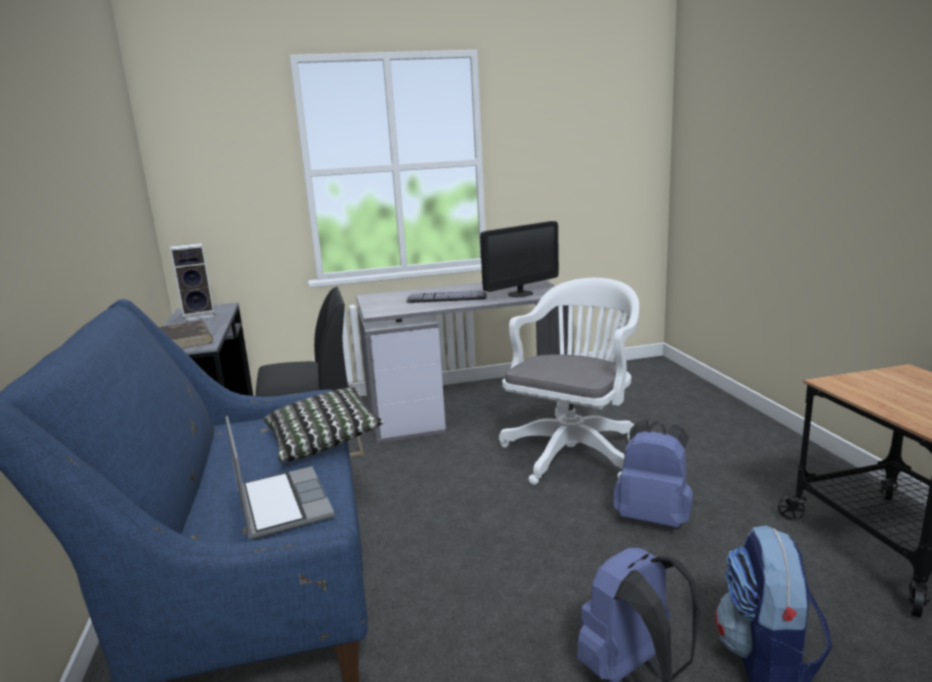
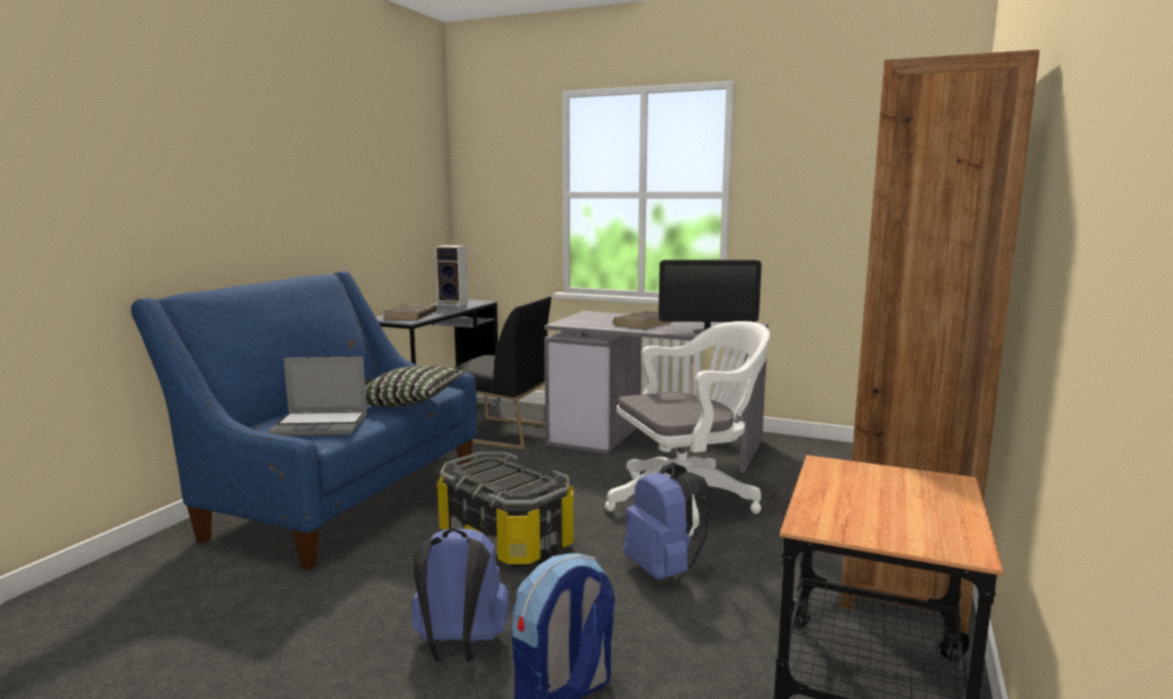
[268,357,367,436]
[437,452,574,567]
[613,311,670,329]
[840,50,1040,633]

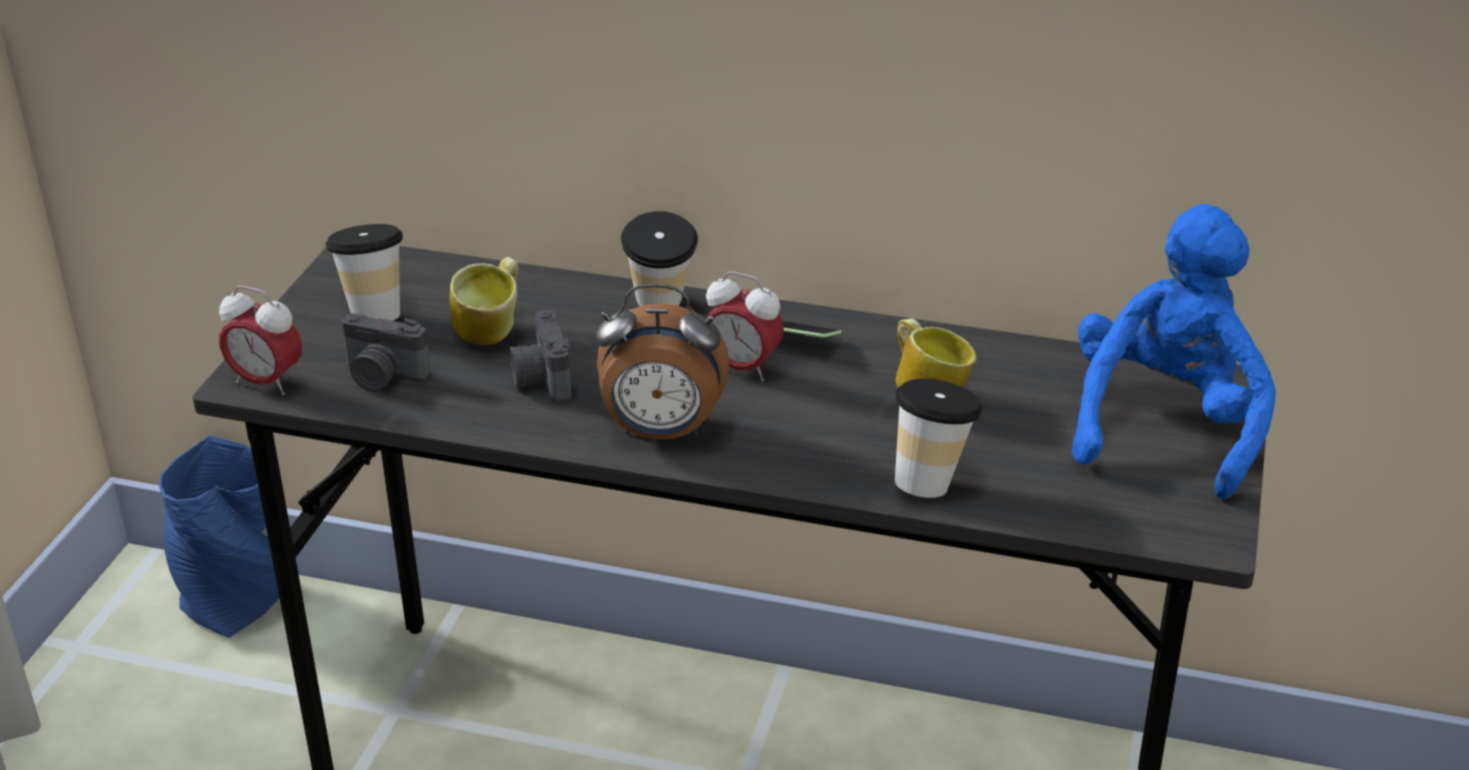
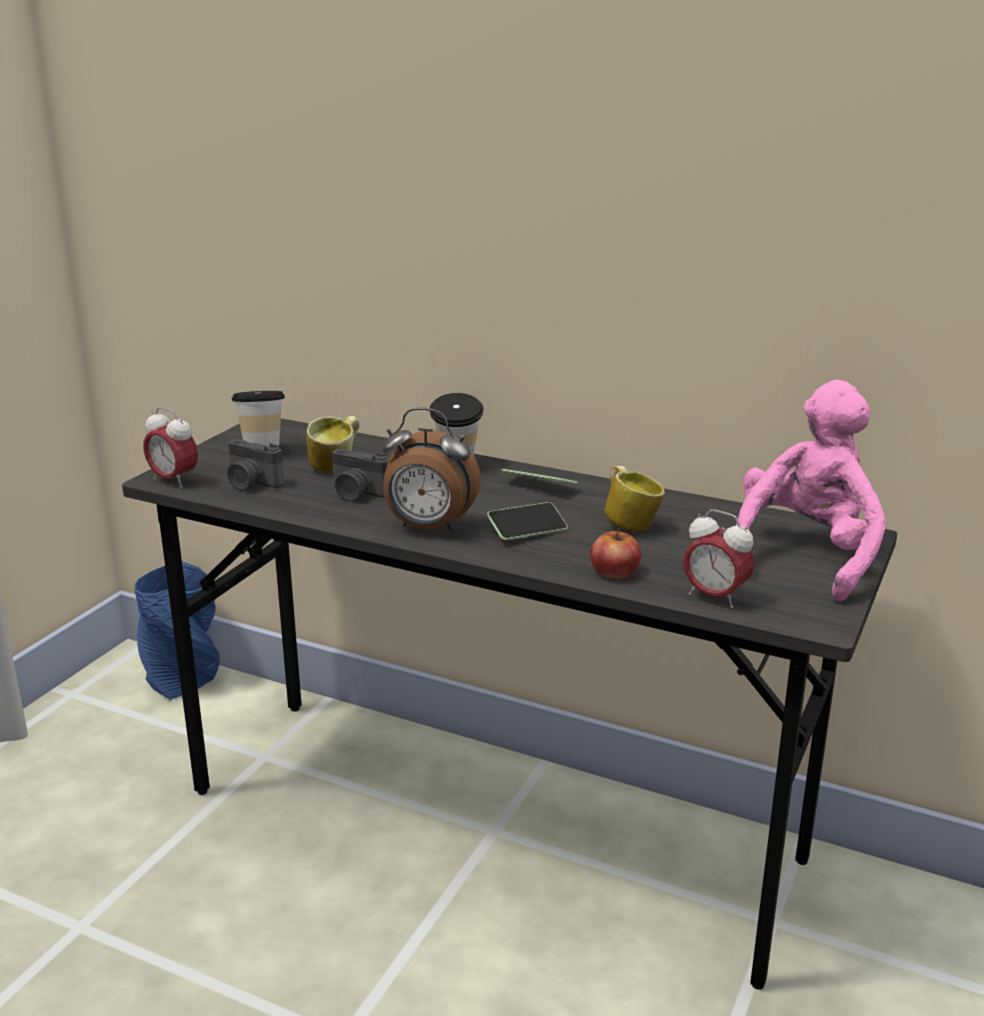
[332,449,389,501]
[487,502,568,540]
[590,530,641,579]
[683,509,754,608]
[736,380,886,602]

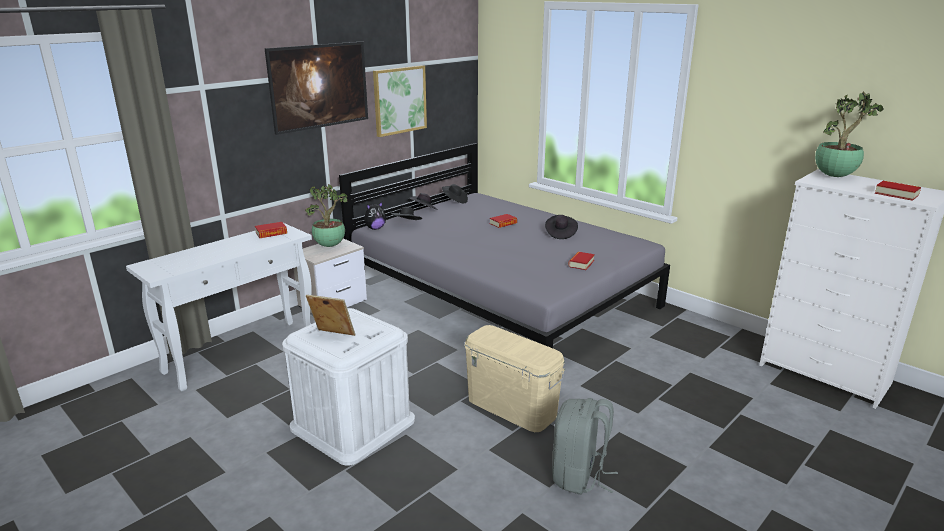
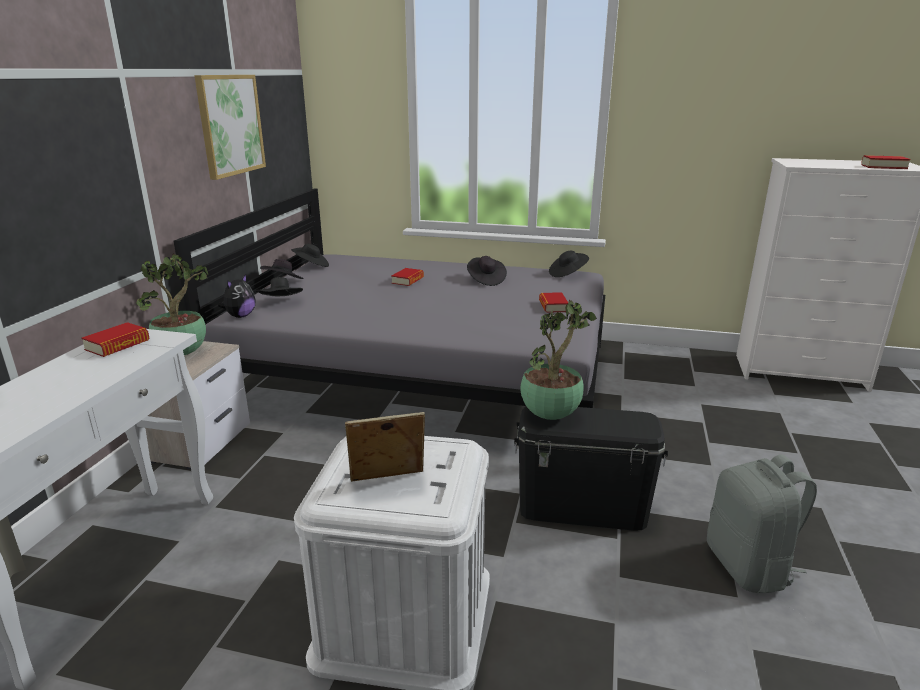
[514,406,668,531]
[520,300,597,420]
[549,251,589,277]
[264,41,368,135] (first image)

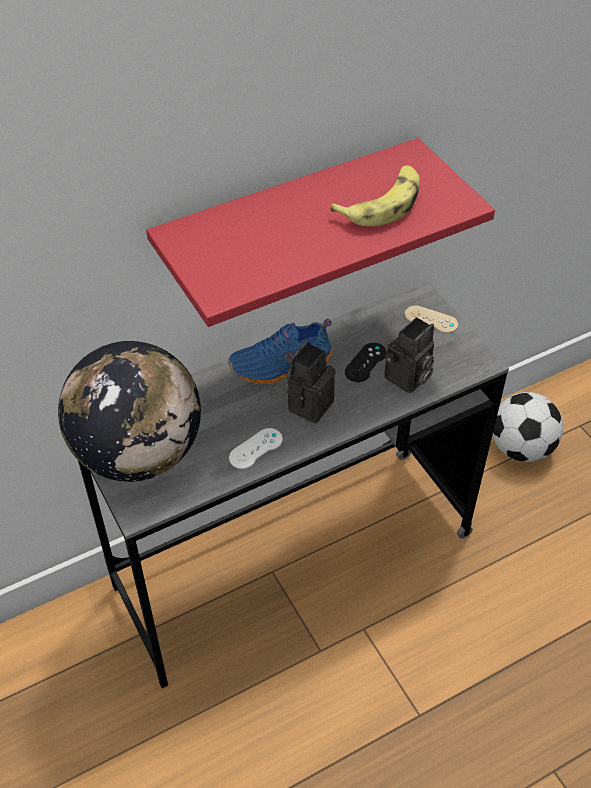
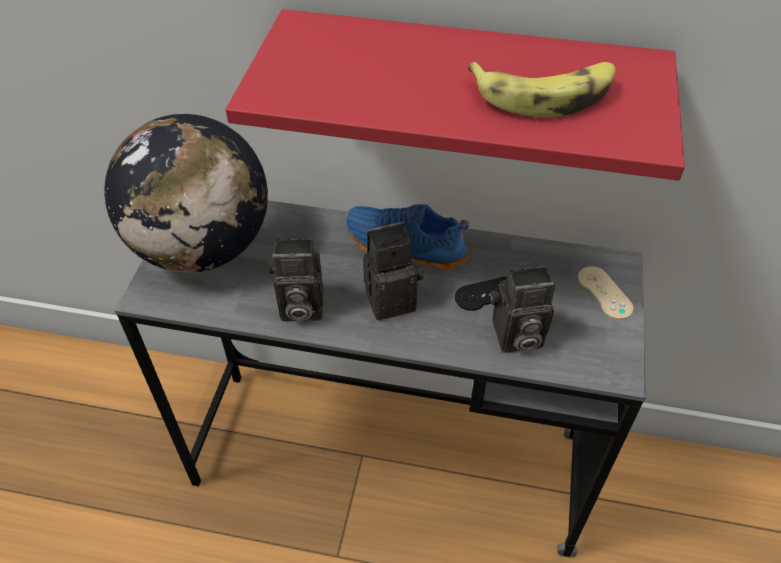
[269,238,323,321]
[492,392,563,462] (first image)

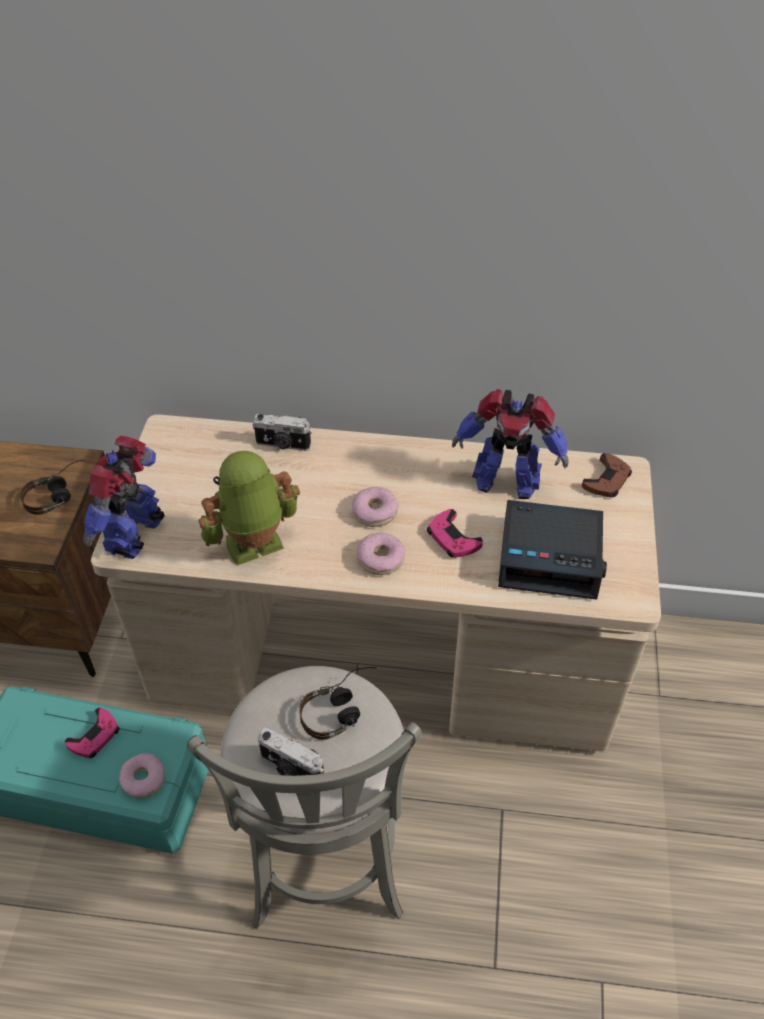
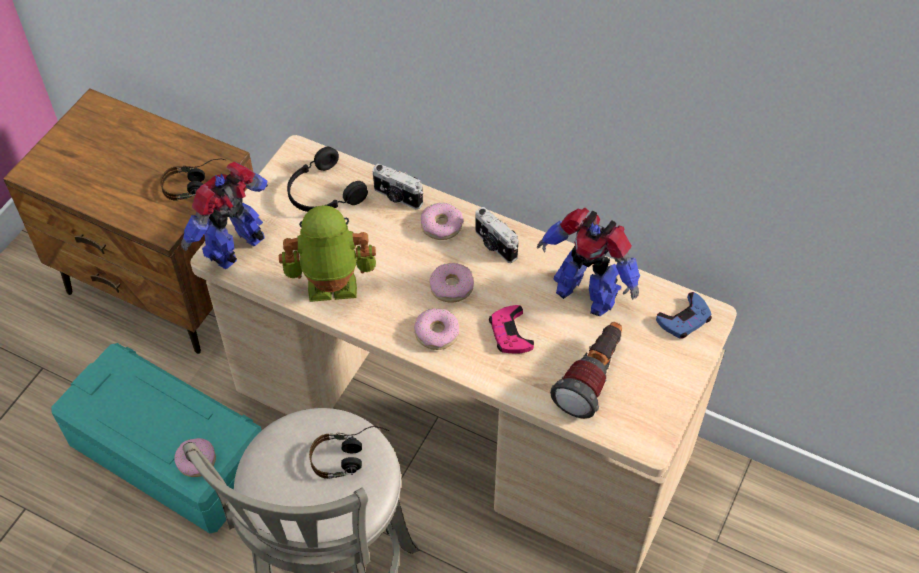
[287,147,368,212]
[421,203,463,240]
[475,207,519,263]
[550,322,622,419]
[656,292,712,339]
[65,707,119,758] (first image)

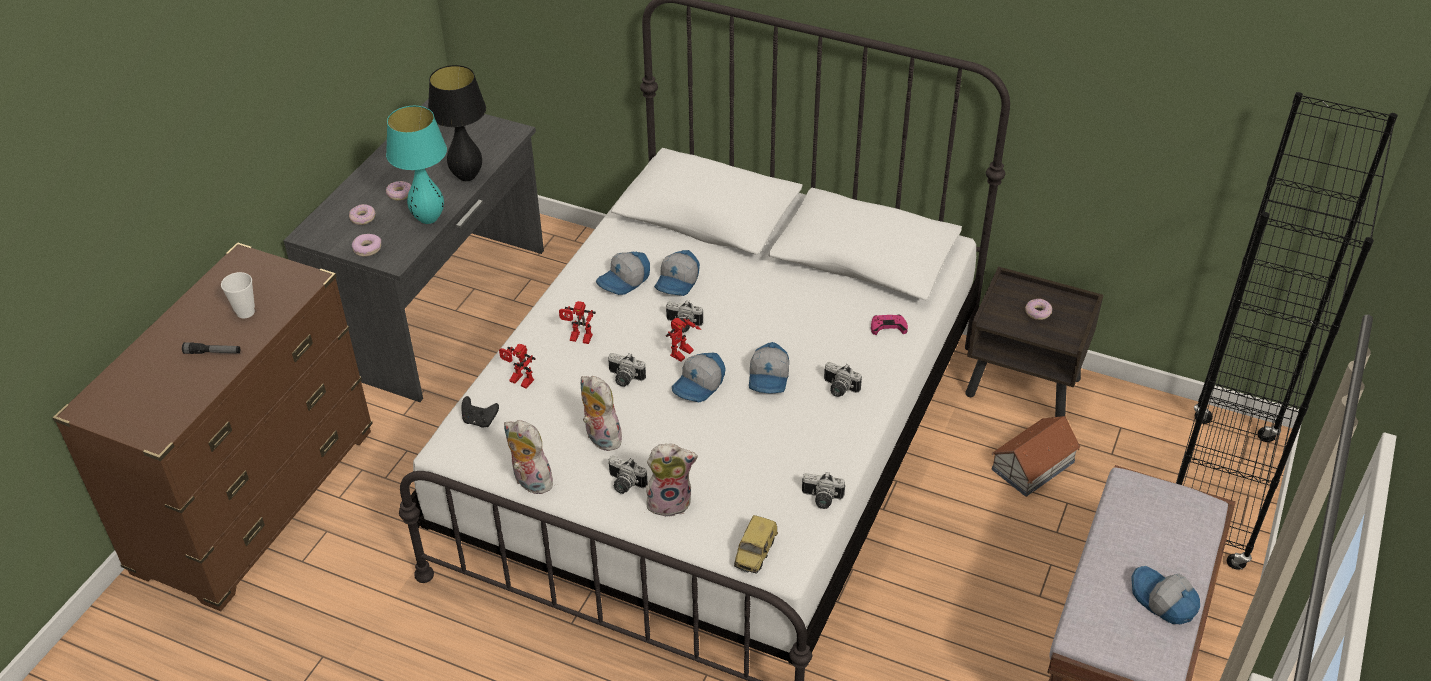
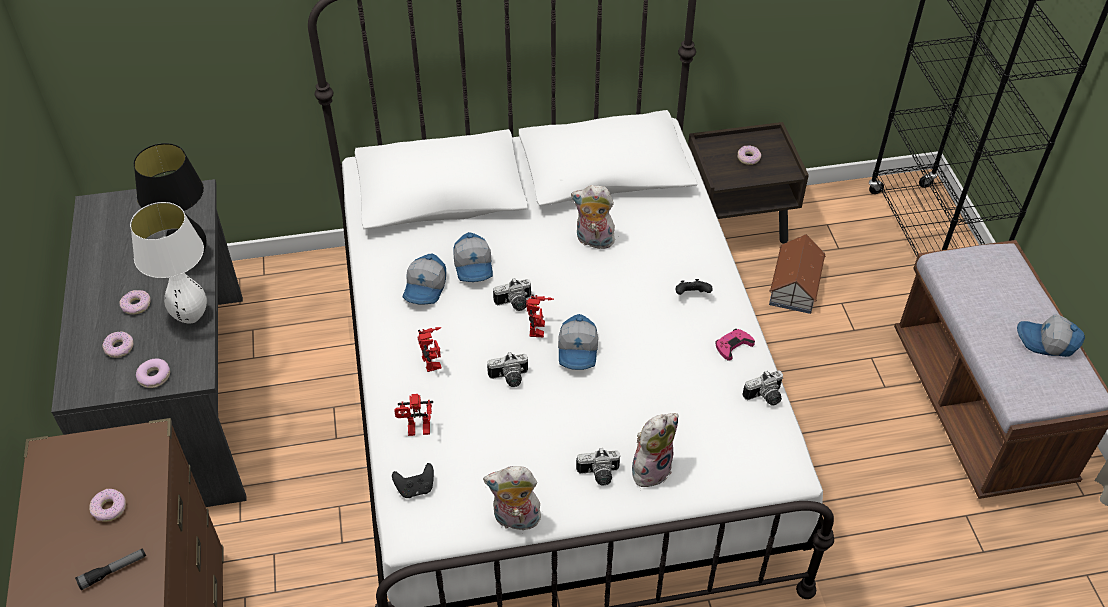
[89,489,126,522]
[130,202,207,324]
[418,327,442,372]
[571,185,615,249]
[676,279,713,295]
[715,329,755,361]
[734,515,778,574] (first image)
[749,342,789,394] (first image)

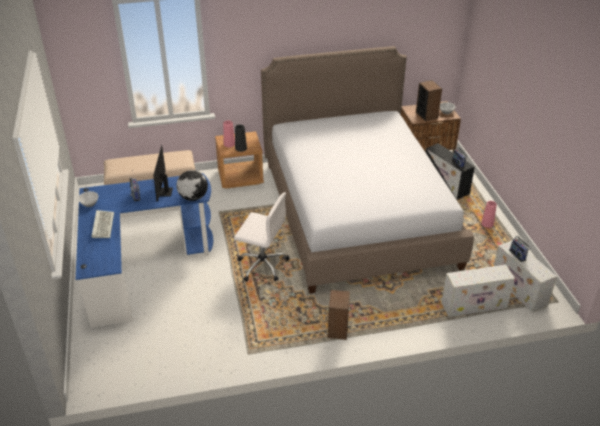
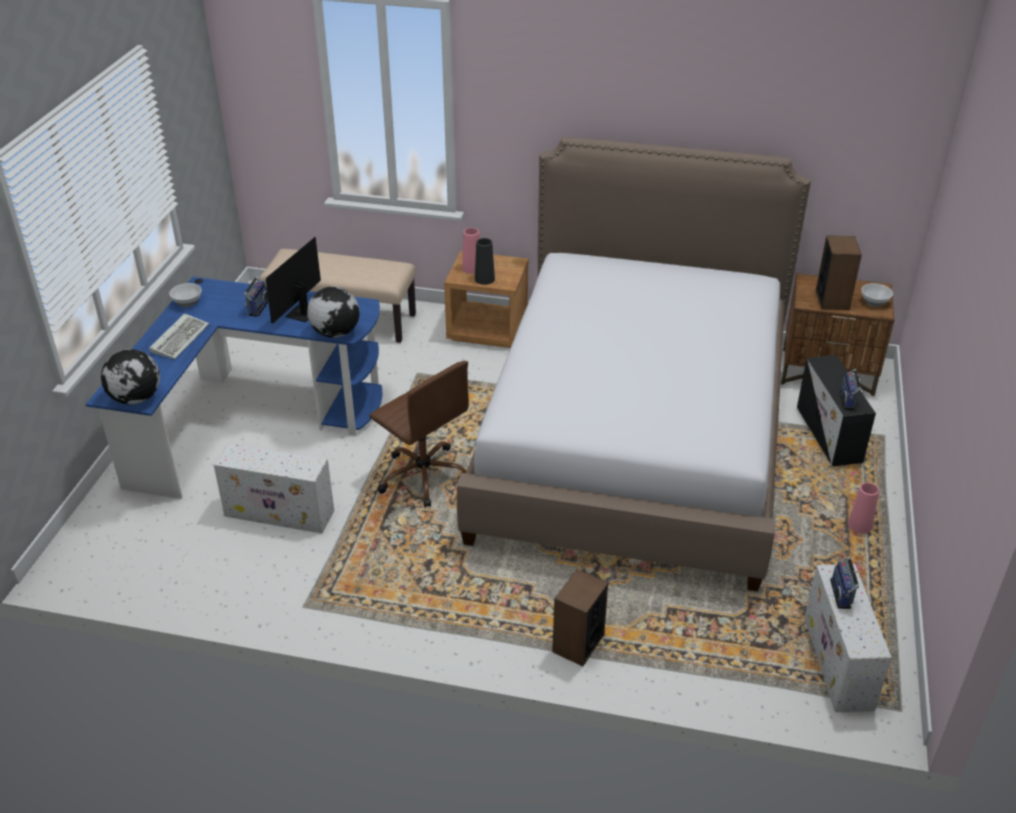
[101,349,160,404]
[214,443,334,533]
[369,361,469,508]
[552,569,608,666]

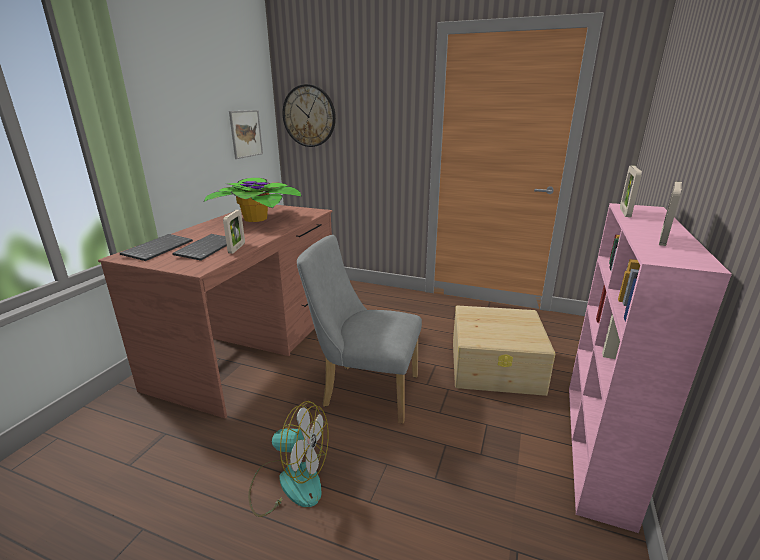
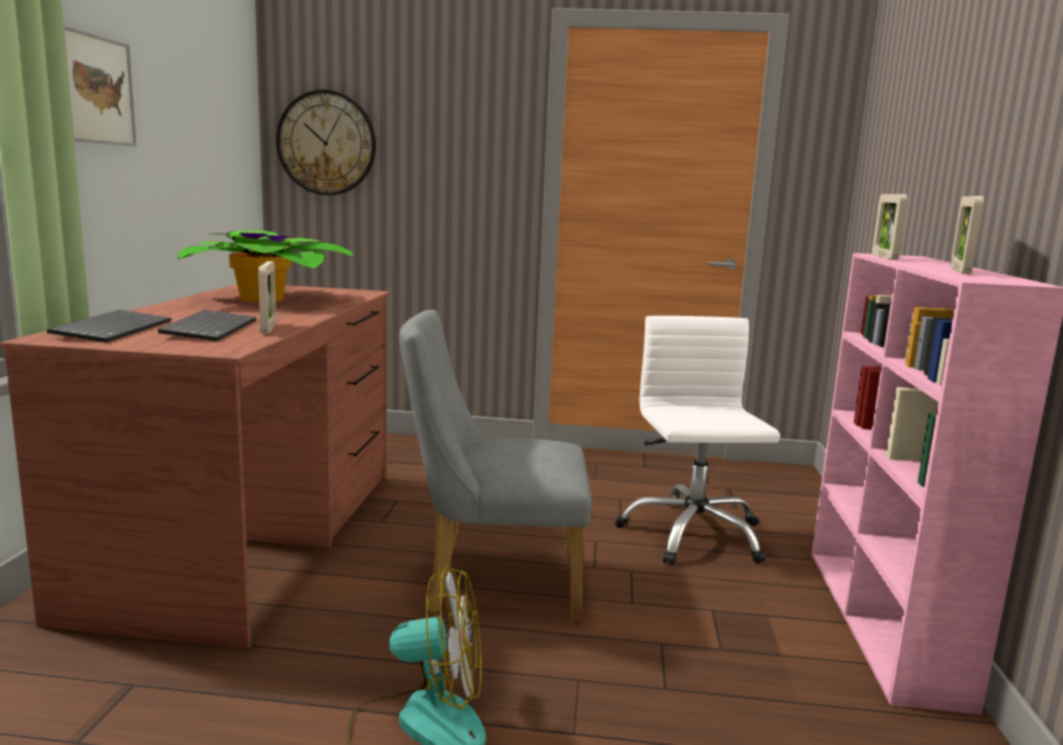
[64,25,137,146]
[615,316,780,565]

